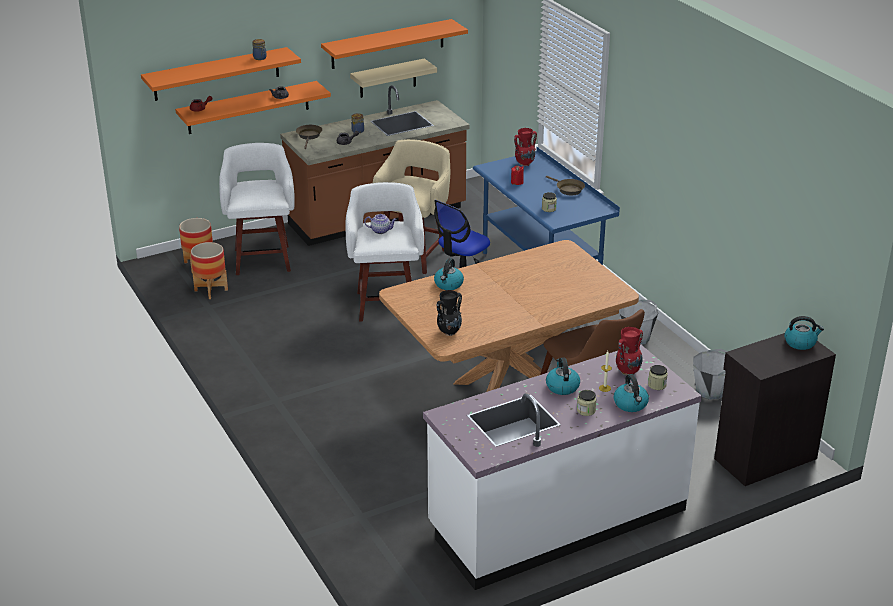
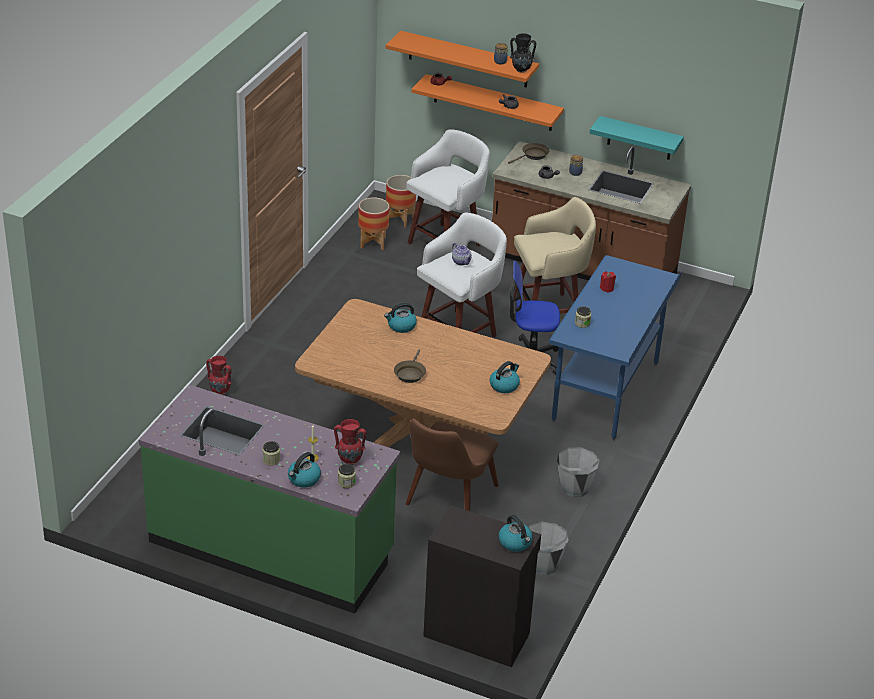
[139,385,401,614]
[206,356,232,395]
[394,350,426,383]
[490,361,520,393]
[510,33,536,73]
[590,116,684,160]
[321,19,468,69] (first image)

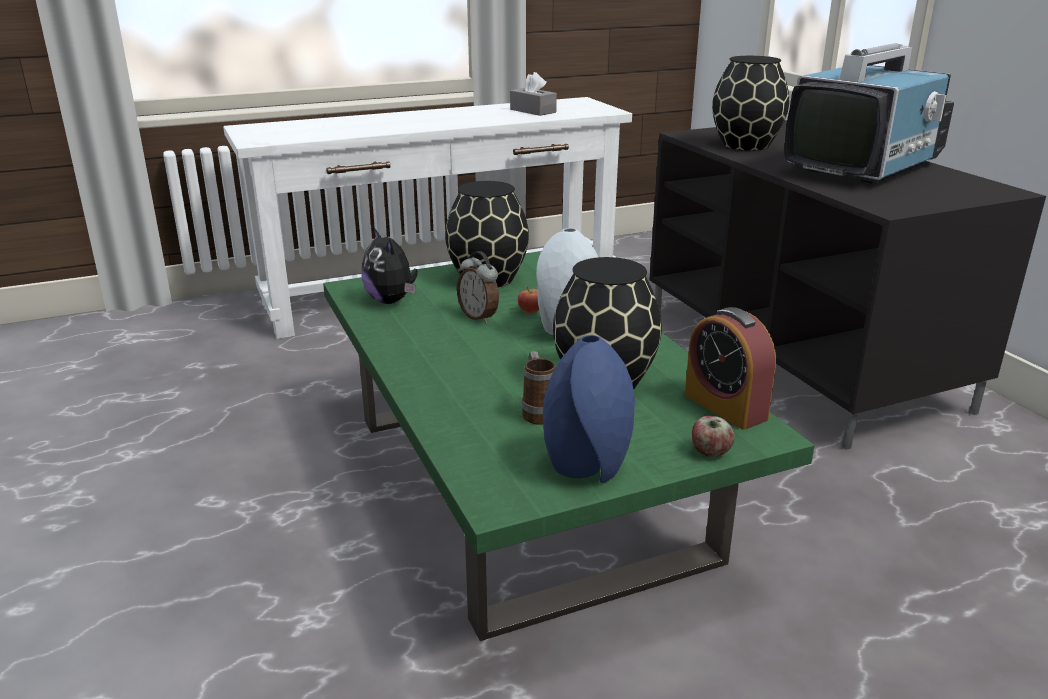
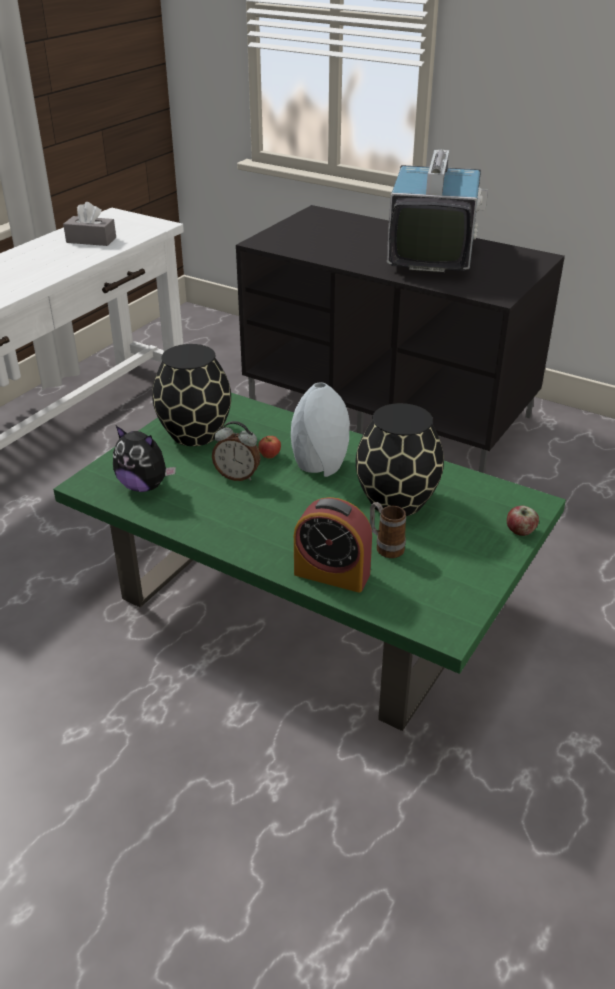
[294,497,372,593]
[543,335,635,483] (first image)
[712,56,789,151] (first image)

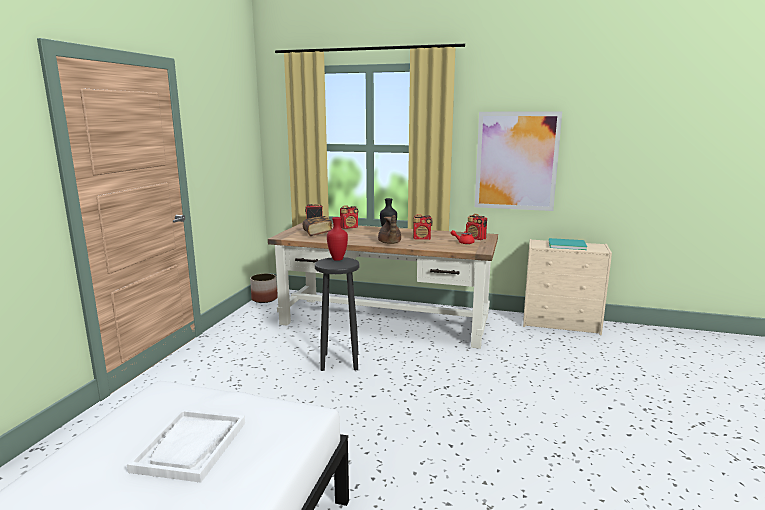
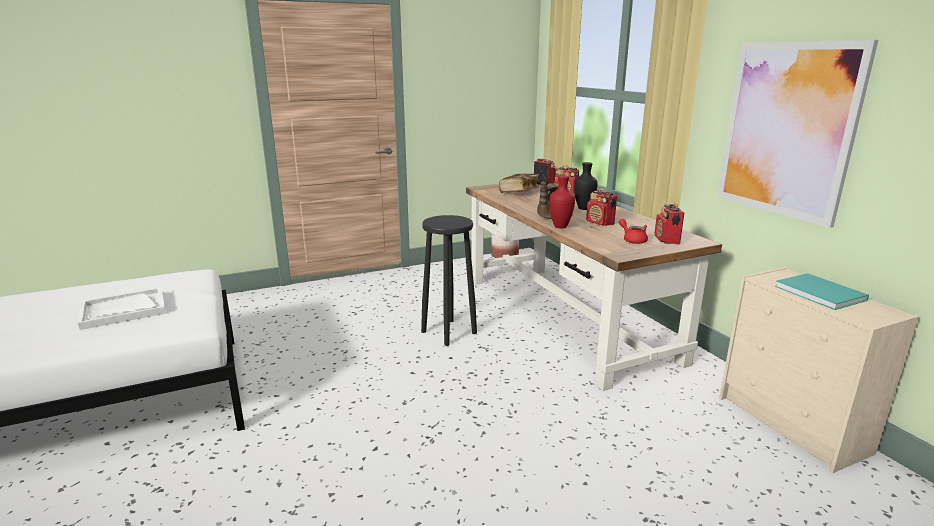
[549,175,575,228]

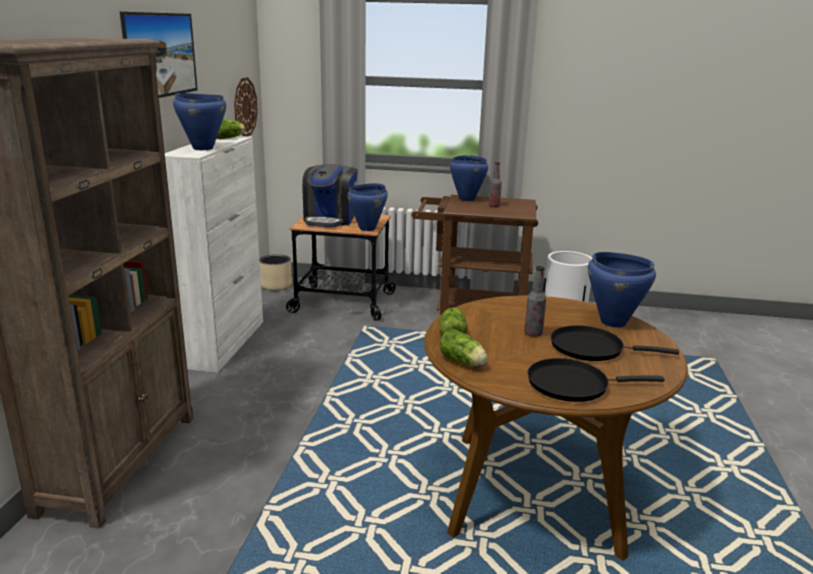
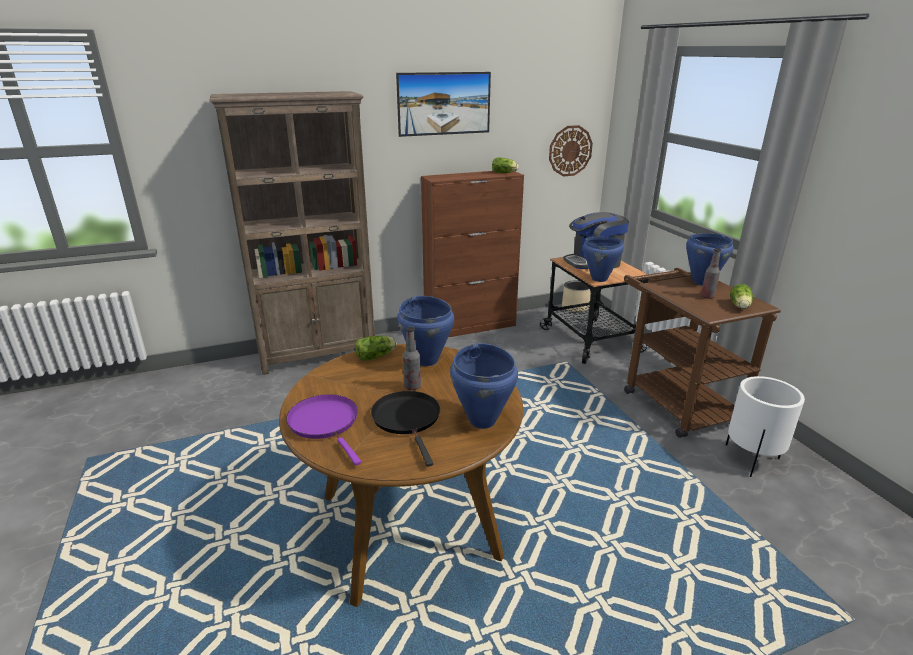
[286,394,361,465]
[397,296,454,366]
[421,171,524,337]
[730,284,753,309]

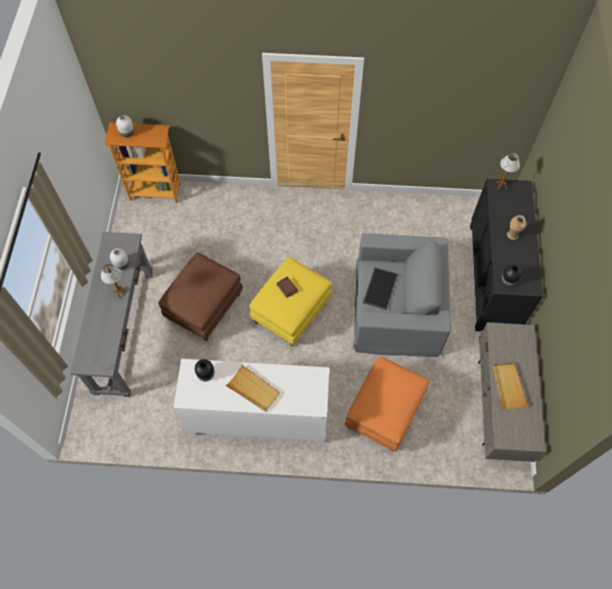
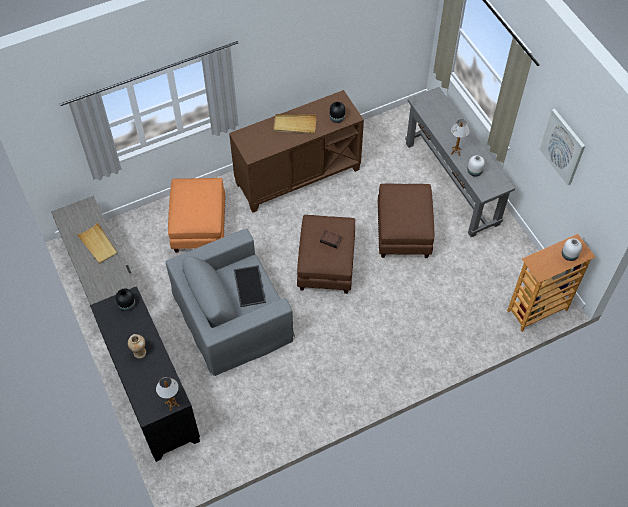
[229,90,364,213]
[297,215,355,294]
[539,109,585,185]

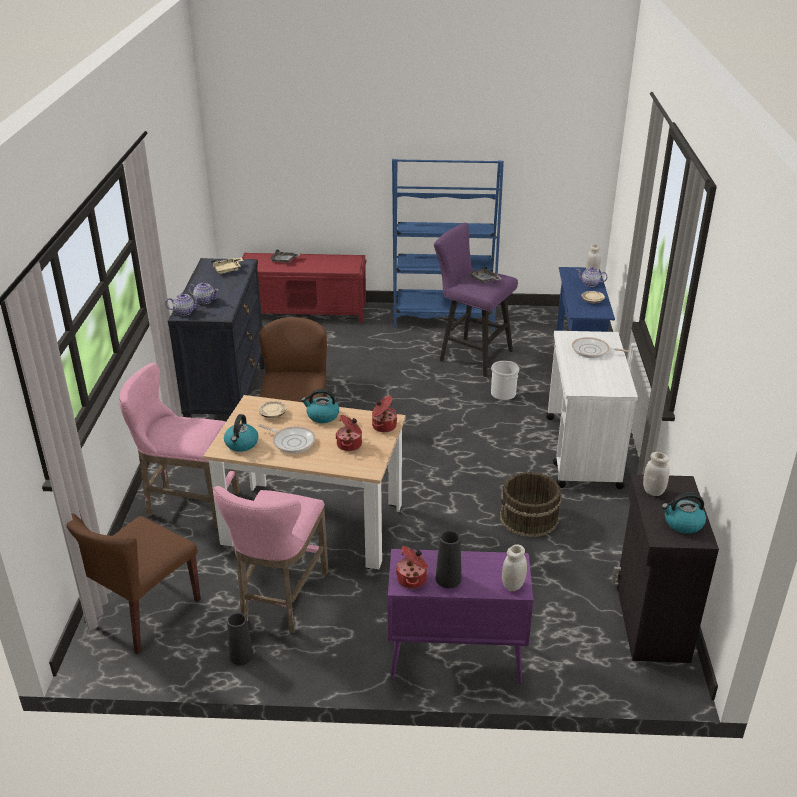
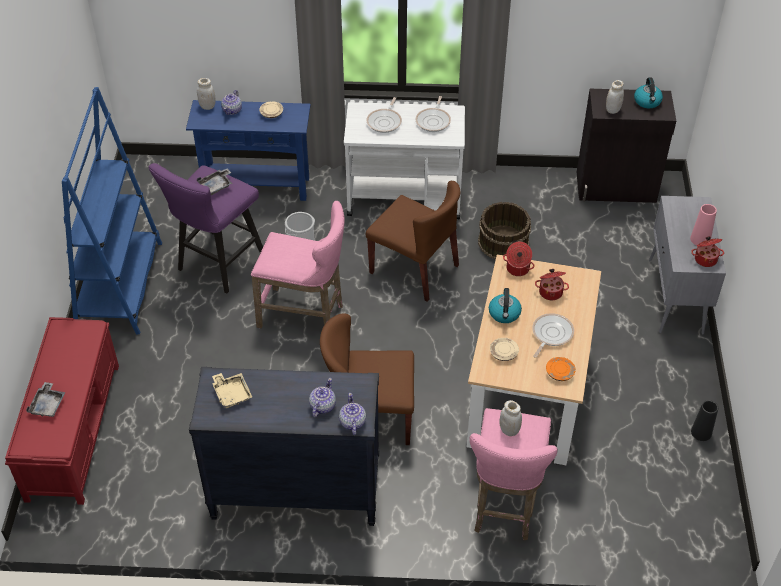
[251,201,345,329]
[366,181,460,302]
[416,96,451,132]
[499,400,522,436]
[546,357,576,381]
[649,196,726,334]
[690,204,717,246]

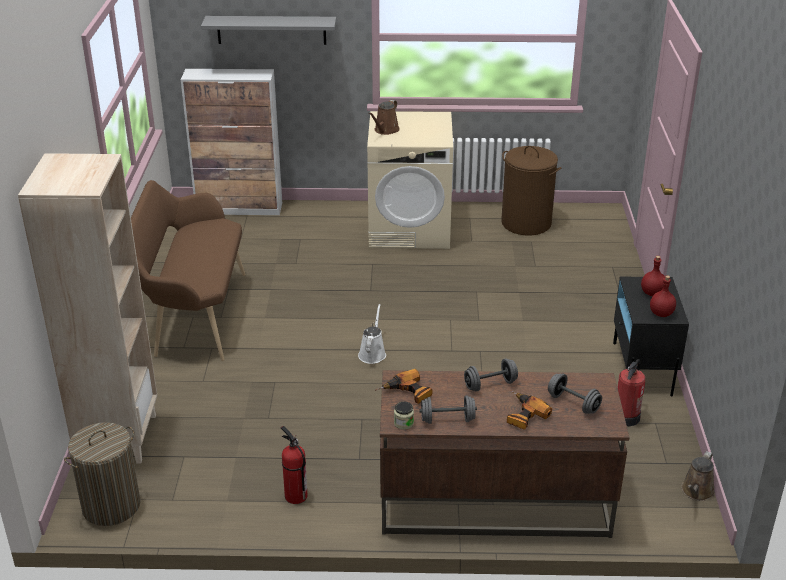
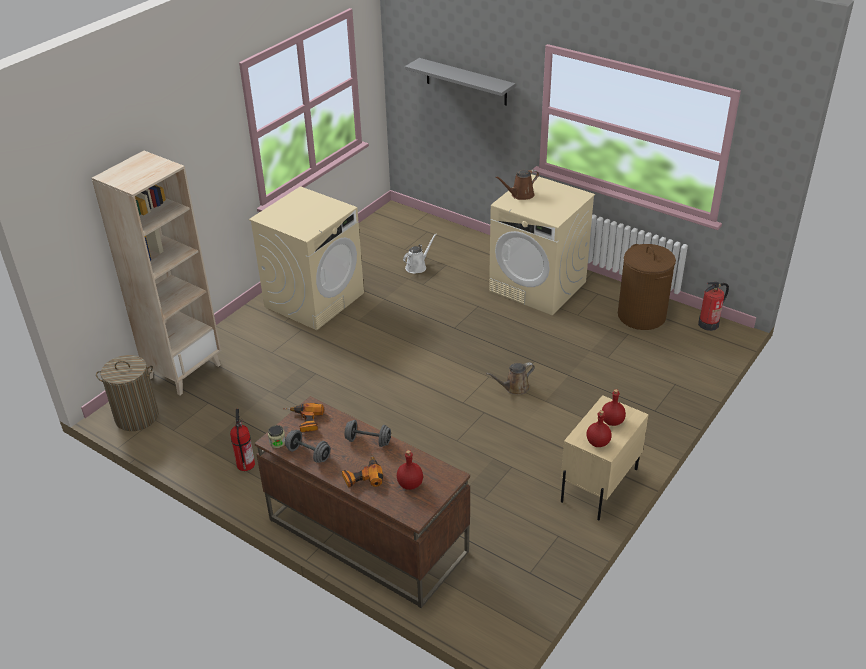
[249,186,364,330]
[397,450,423,490]
[403,234,437,274]
[486,362,535,395]
[561,395,649,520]
[698,282,729,331]
[181,69,282,215] (first image)

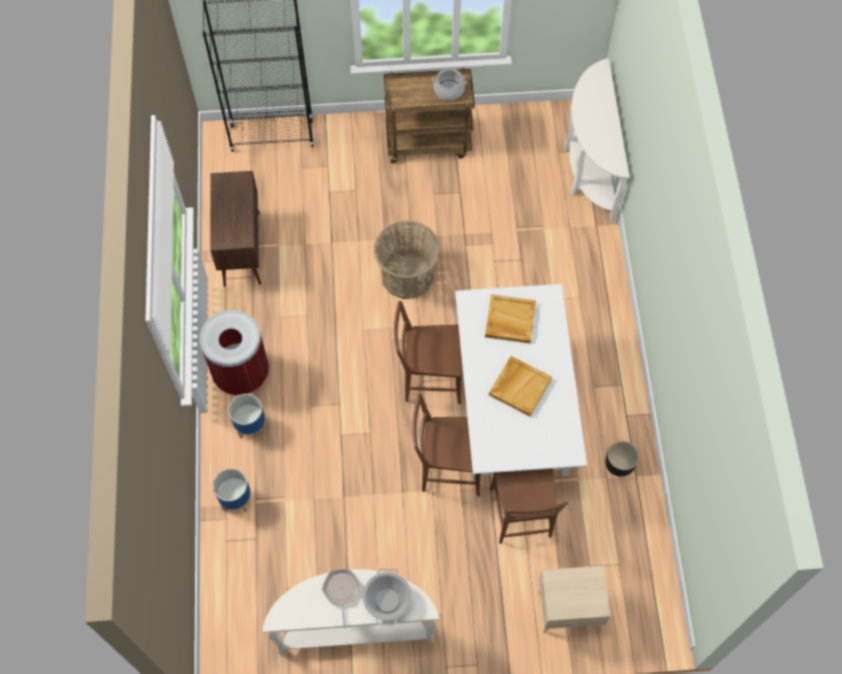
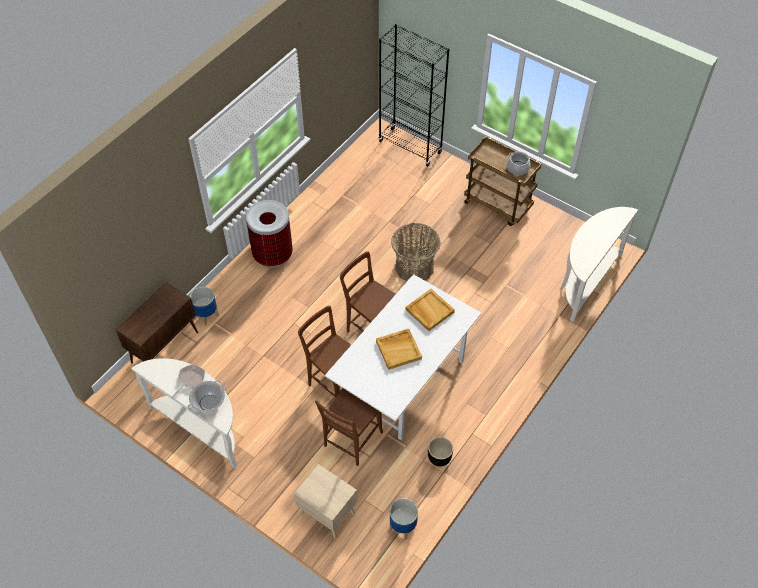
[116,282,198,364]
[390,498,418,540]

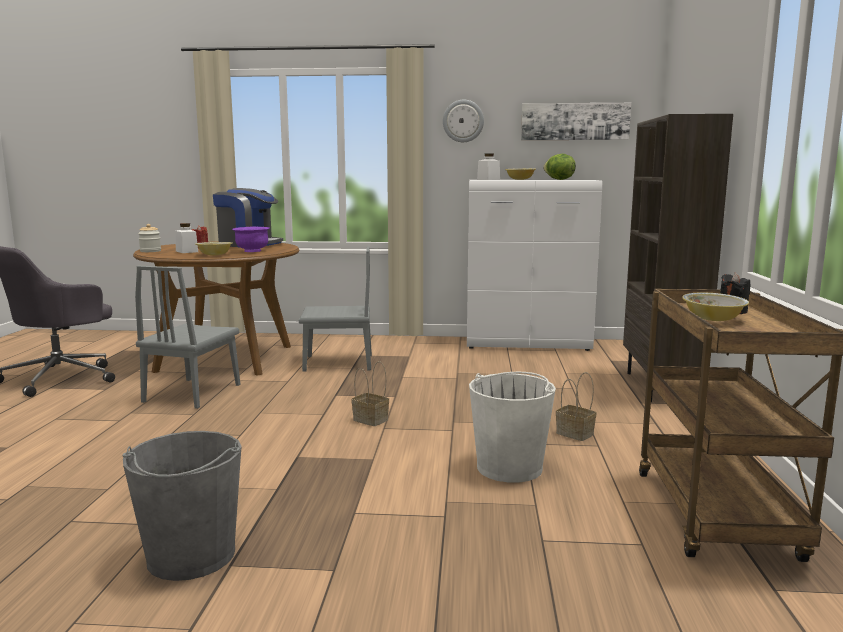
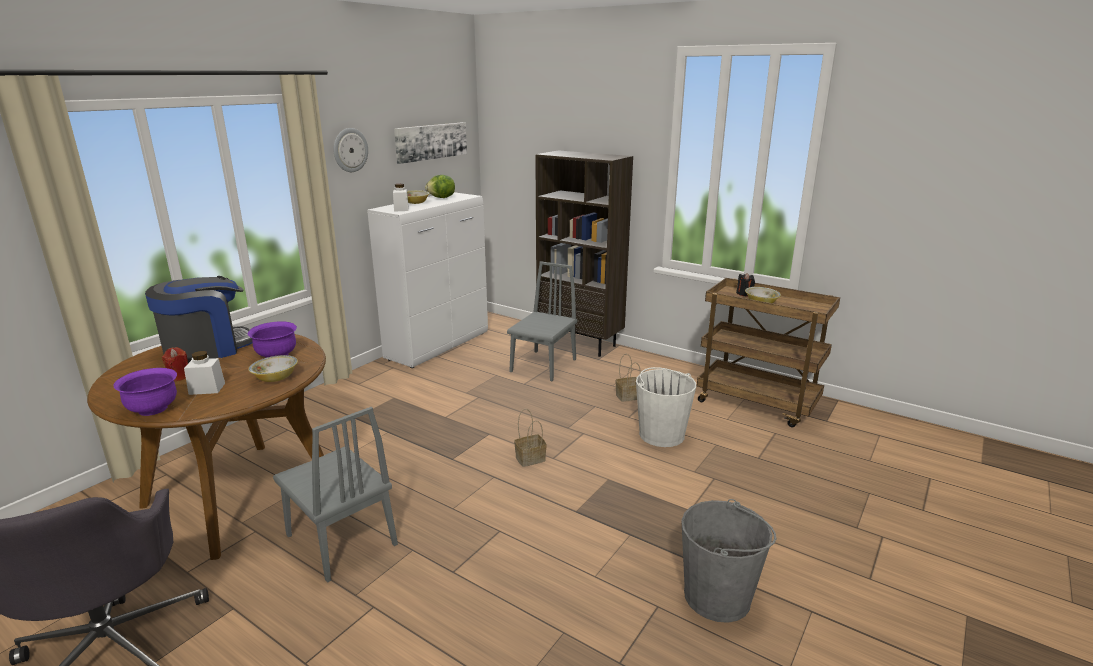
[113,368,177,416]
[507,261,577,381]

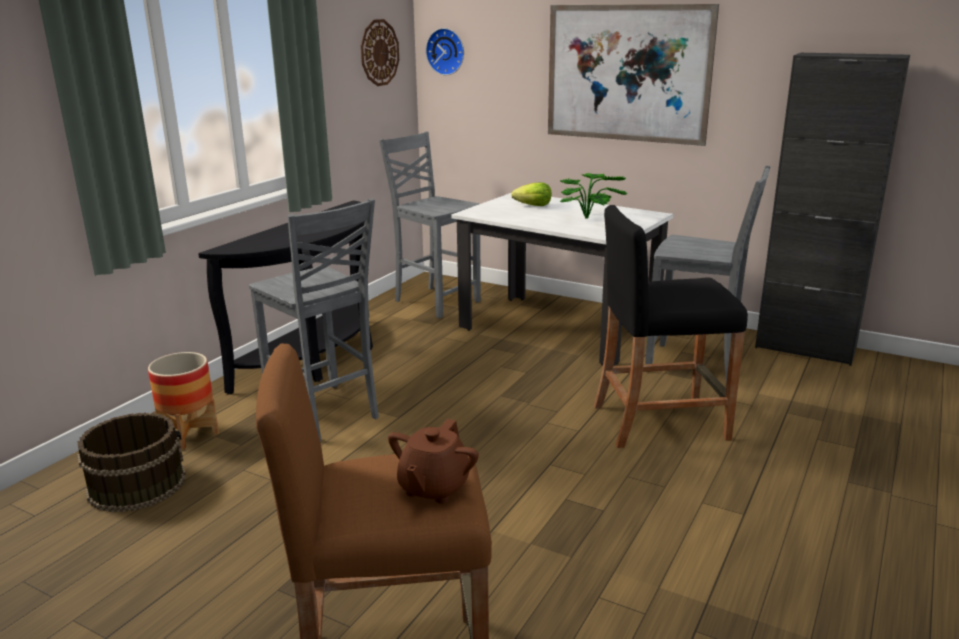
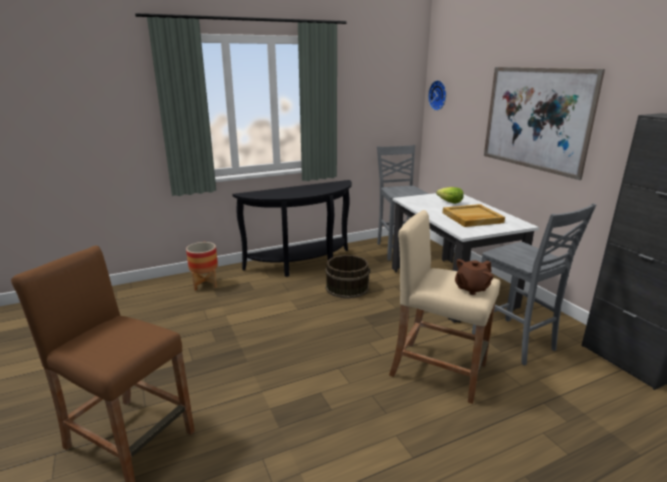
[325,255,371,299]
[389,210,500,404]
[443,204,505,227]
[455,259,493,295]
[249,199,379,442] (first image)
[361,19,399,86] (first image)

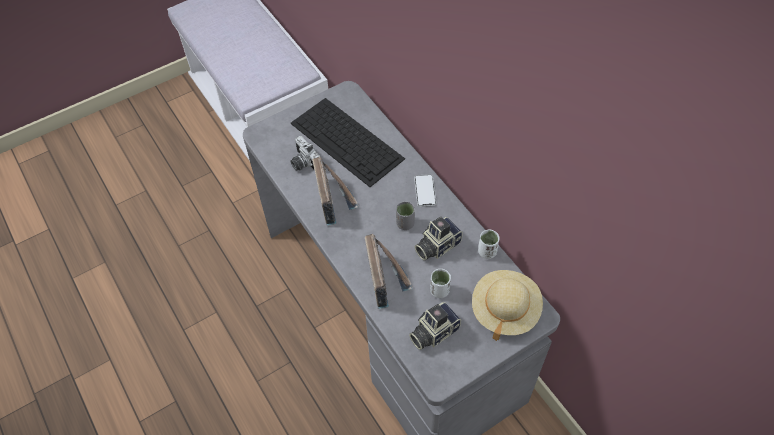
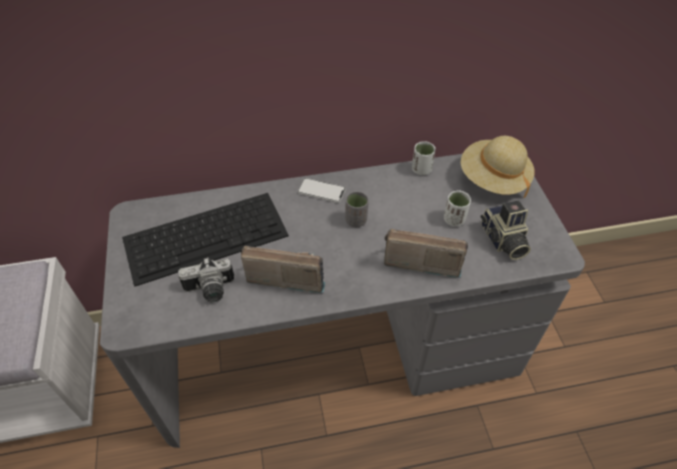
[415,216,463,260] (first image)

